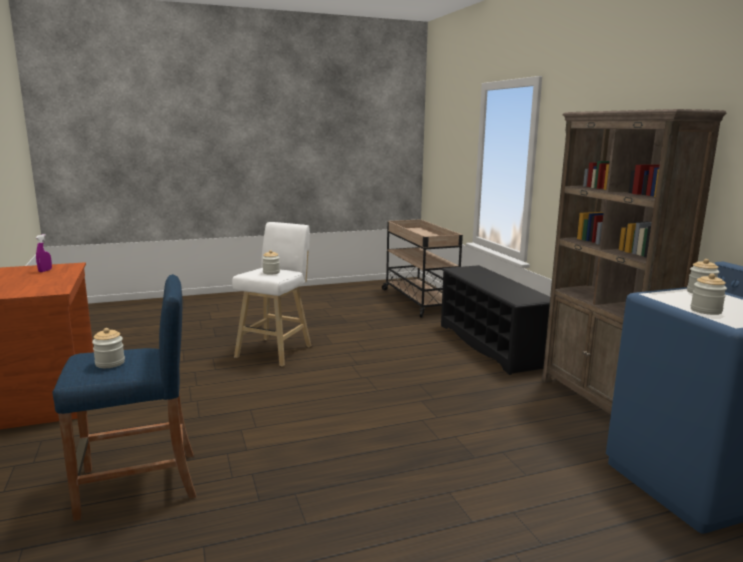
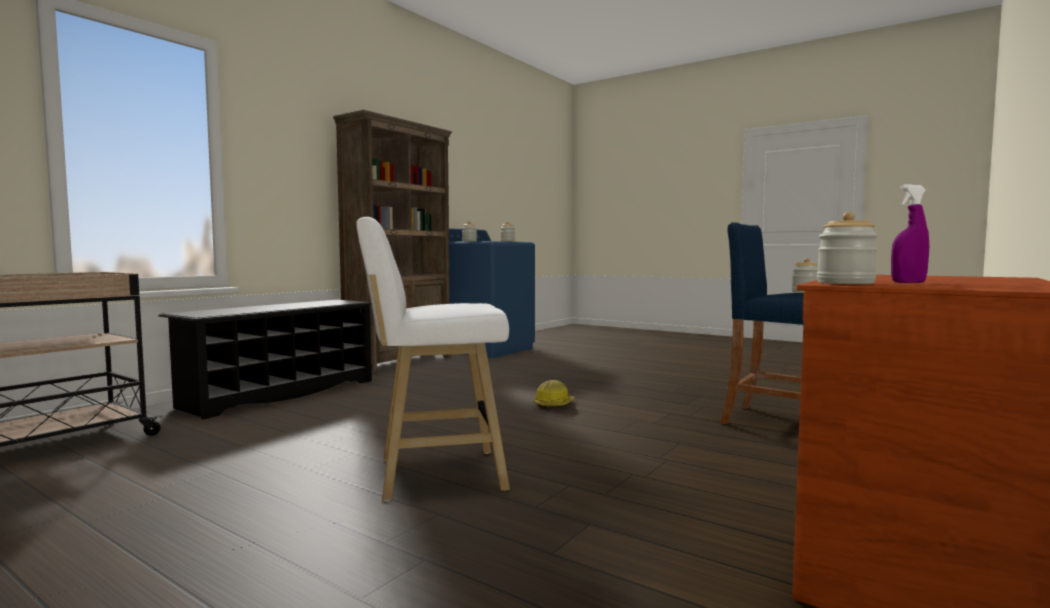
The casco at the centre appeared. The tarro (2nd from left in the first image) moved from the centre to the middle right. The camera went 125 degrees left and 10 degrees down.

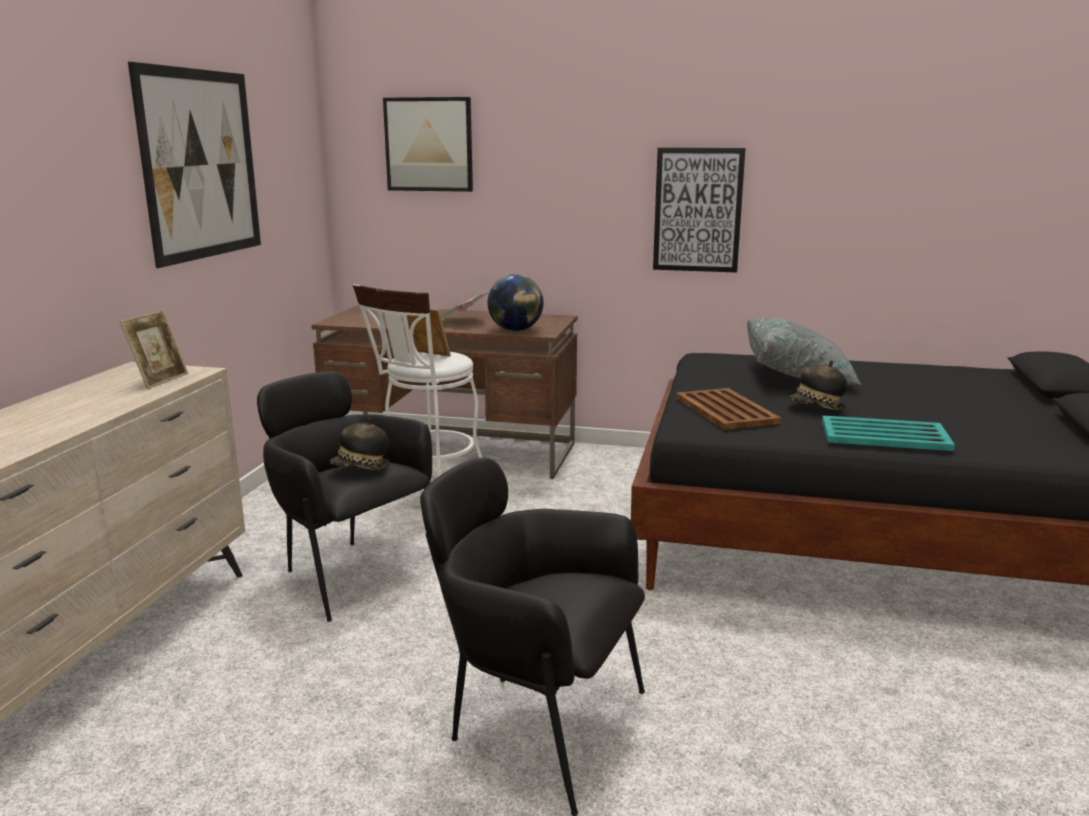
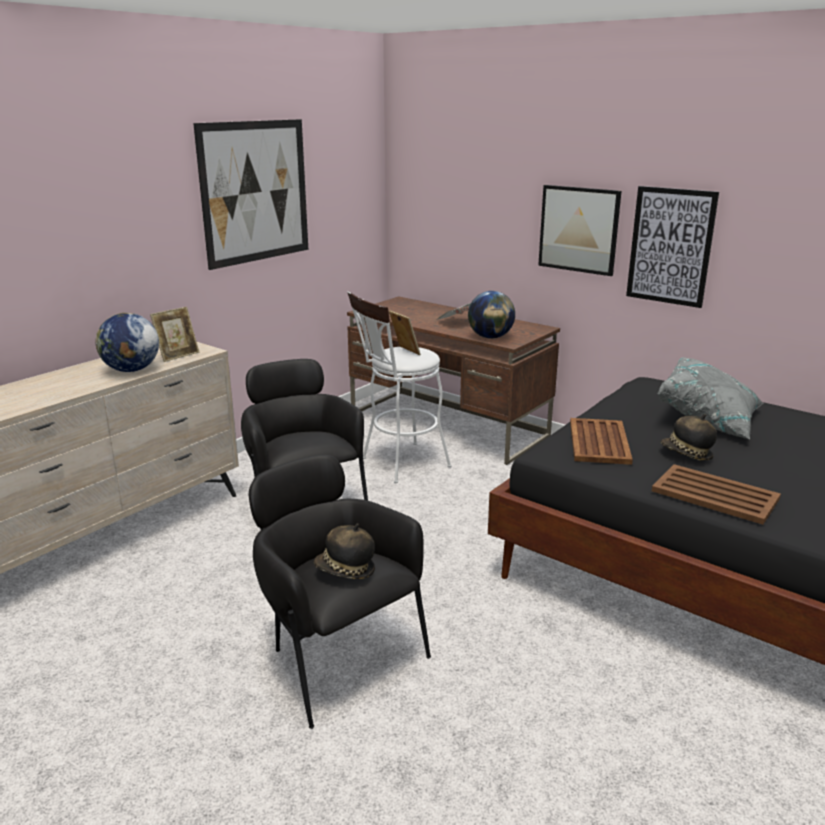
The globo terráqueo (1st from left) at the middle left appeared. The sombrero (1st from left) moved from the middle left to the bottom centre. The cuadro (2nd from left) moved from the top centre to the top right. The bandeja/turquesa at the middle right became the bandeja/marrón (2nd from left) at the middle right. The camera went 25 degrees right and 5 degrees up.

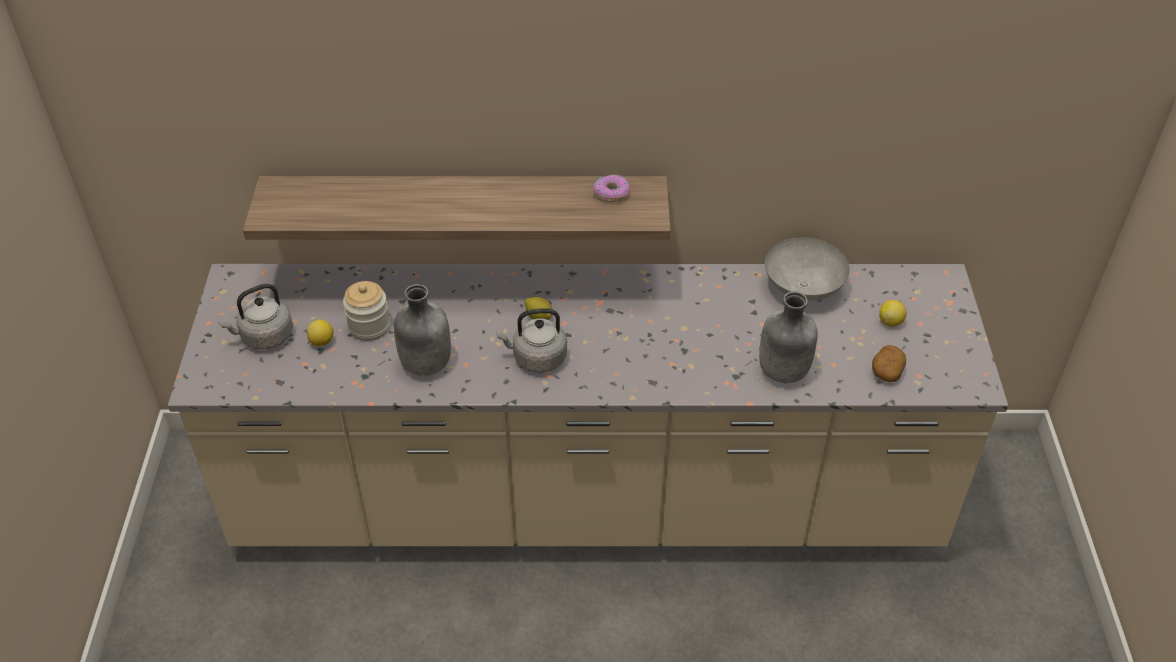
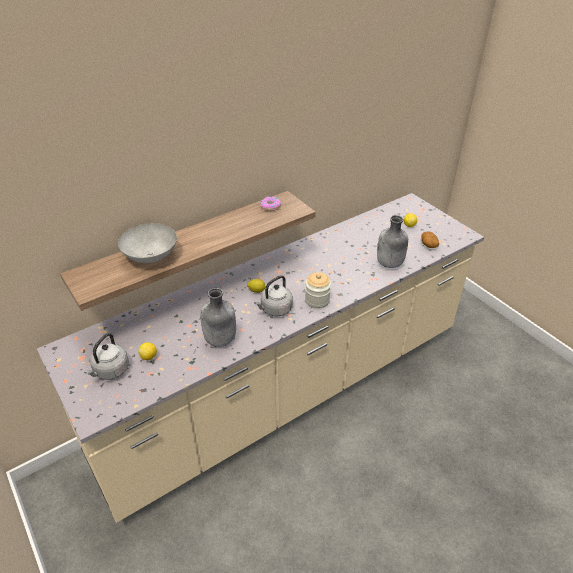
The tarro moved from the middle left to the centre. The cuenco/gris moved from the middle right to the middle left. The camera went 35 degrees left and 5 degrees down.

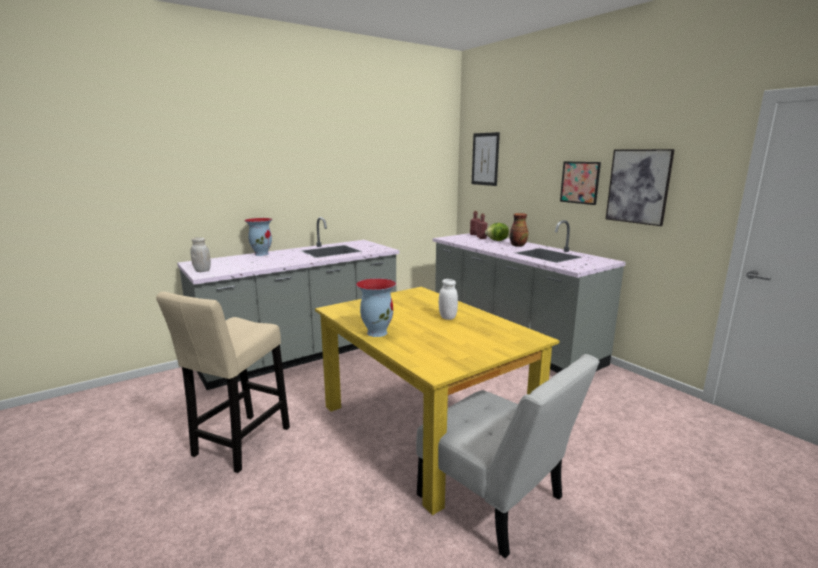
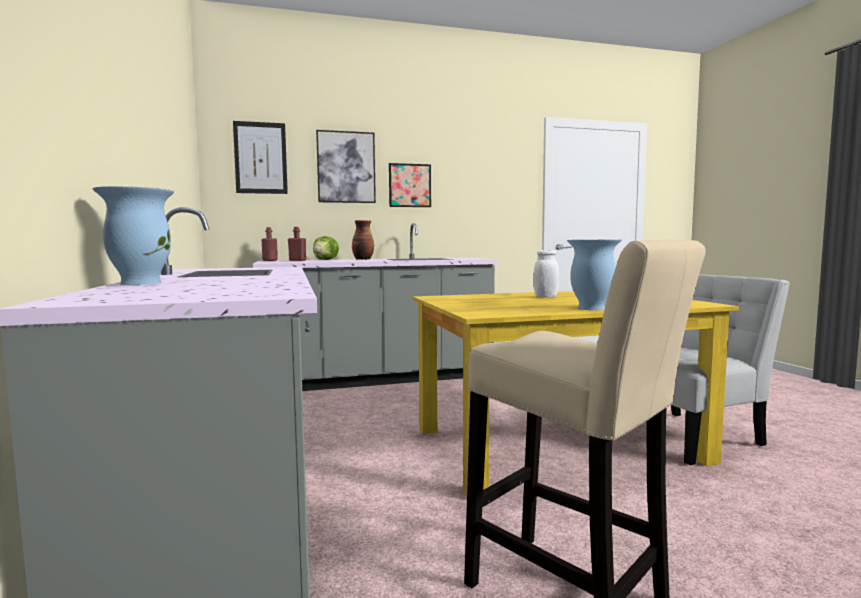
The tarro/blanco (1st from left) at the middle left disappeared. The cuadro (3rd from left in the first image) moved from the top right to the top centre. The camera went 70 degrees left and 10 degrees down.

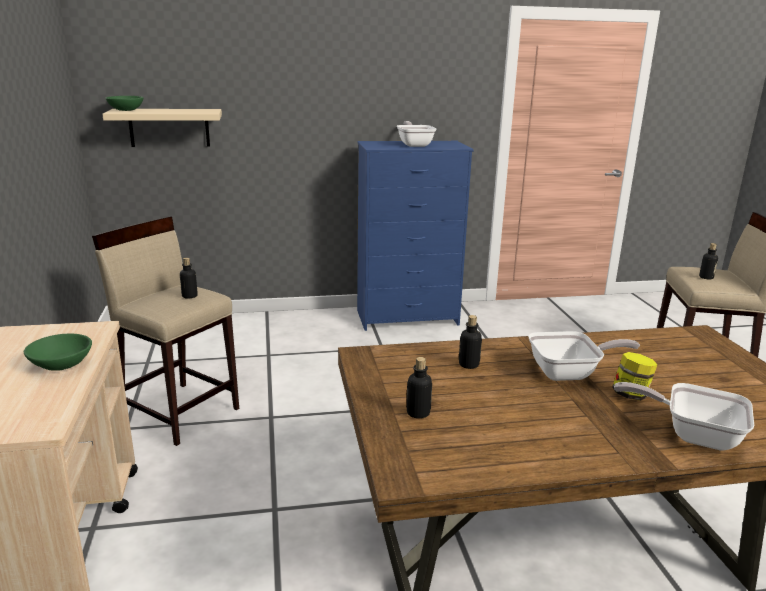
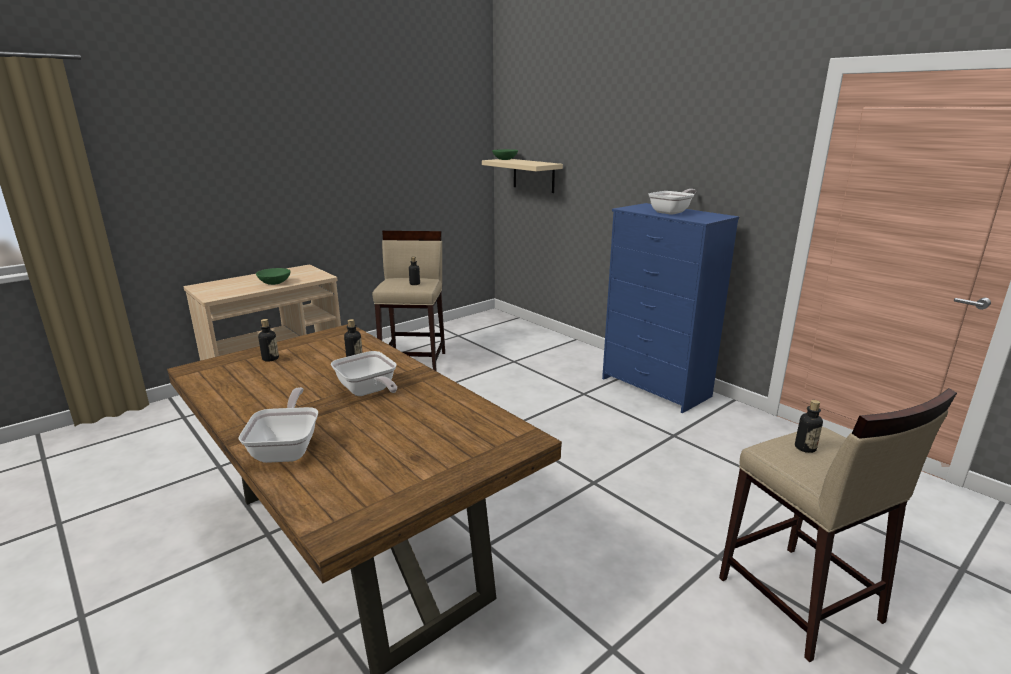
The tarro at the middle right disappeared. The camera went 60 degrees right and 0 degrees up.

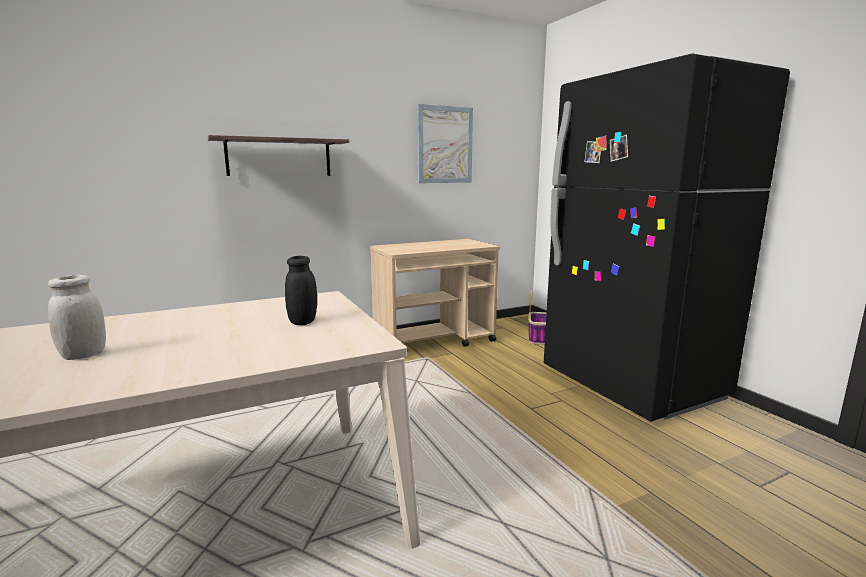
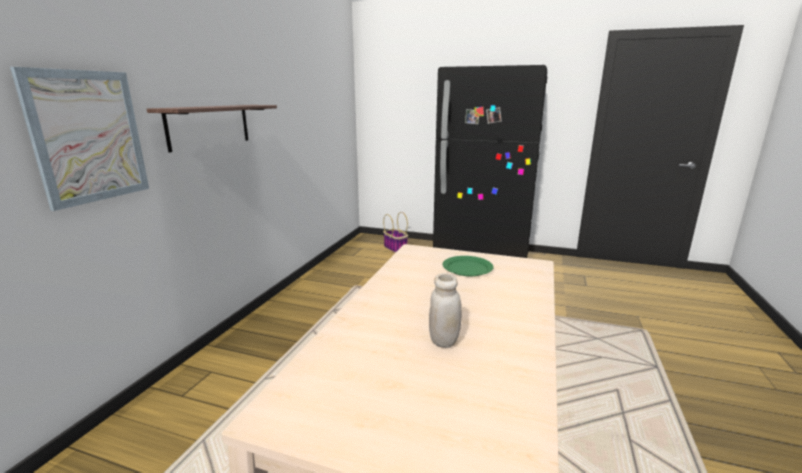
The carrito/beis at the centre disappeared. The cuadro moved from the top centre to the top left. The tarro/negro at the centre was replaced by the plato/verde at the centre. The camera went 45 degrees left and 5 degrees up.

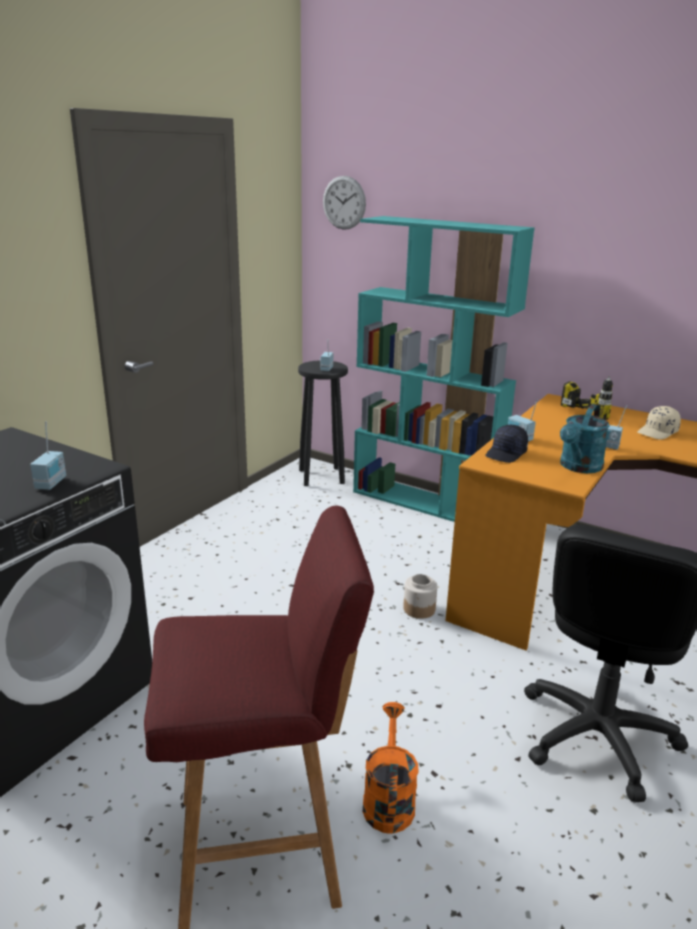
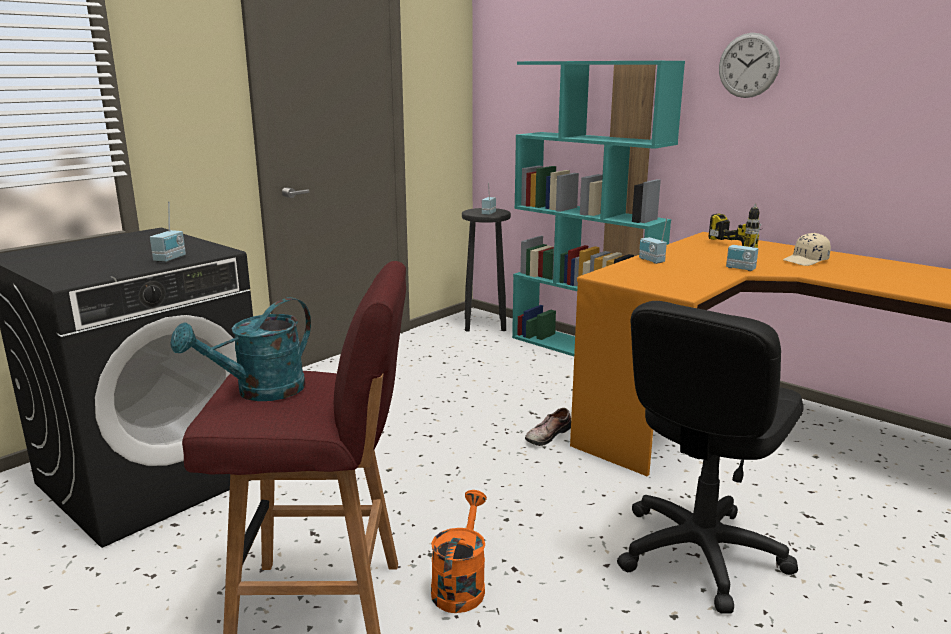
The gorra/negro at the middle right disappeared. The reloj de pared moved from the top centre to the top right. The regadera/turquesa moved from the middle right to the middle left. The tarro at the centre was replaced by the zapato at the bottom centre. The camera went 10 degrees right and 5 degrees down.

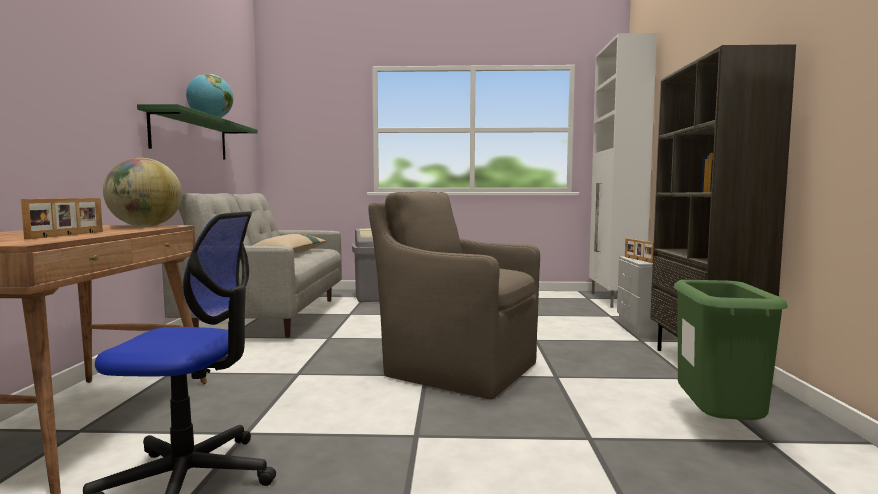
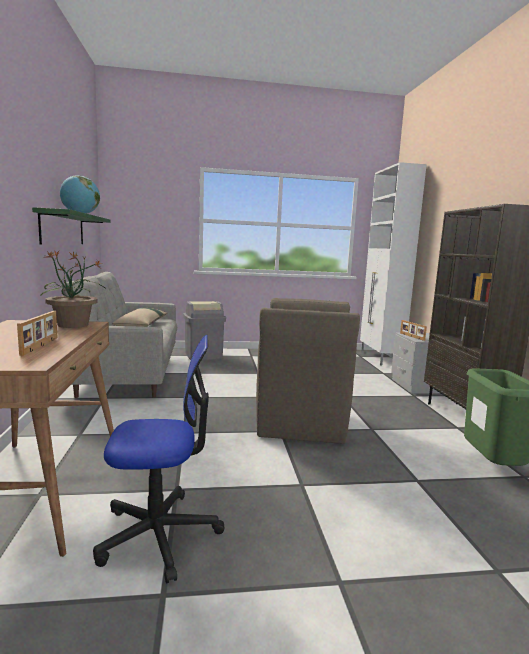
The globo terráqueo (1st from left) at the middle left was replaced by the planta en maceta at the middle left. The sillón/marrón at the centre turned 105 degrees counterclockwise. The camera went 10 degrees left and 5 degrees up.

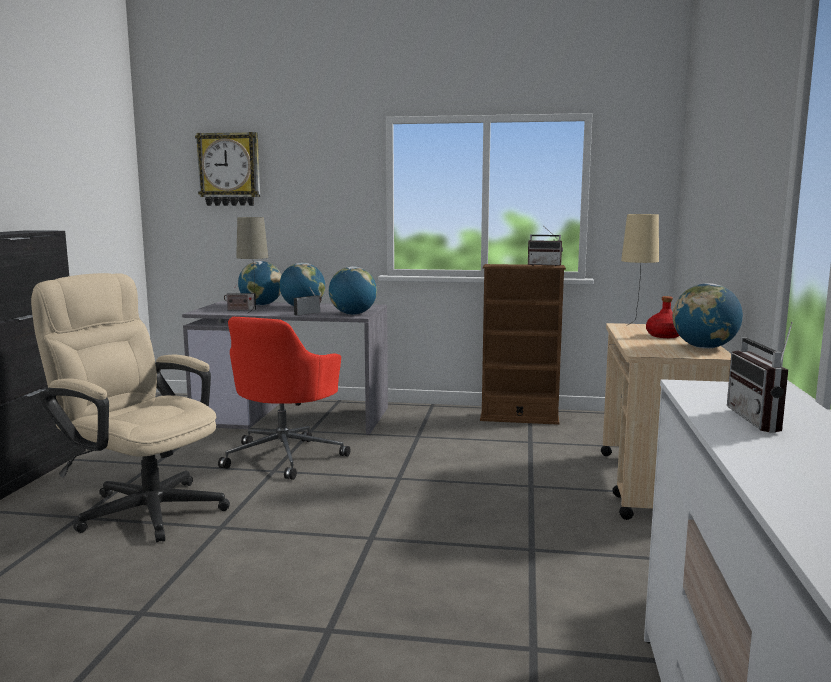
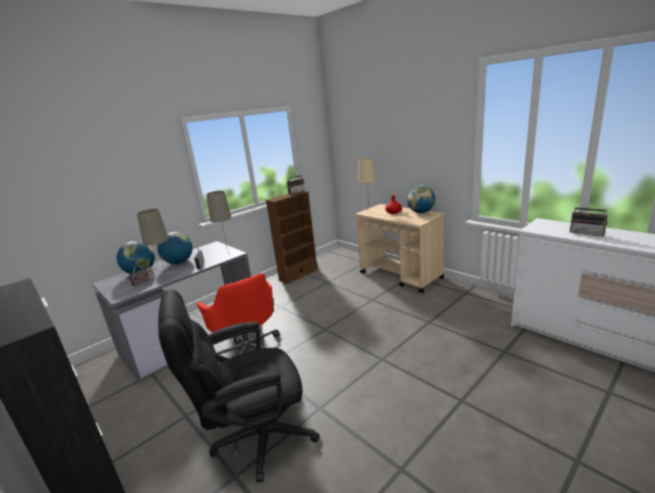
The reloj de pared at the top left disappeared. The globo terráqueo (3rd from left) at the centre was replaced by the lámpara de mesa/beis (2nd from left) at the centre. The silla de oficina/beis at the middle left became the silla de oficina/negro at the bottom centre. The camera went 50 degrees left and 10 degrees up.

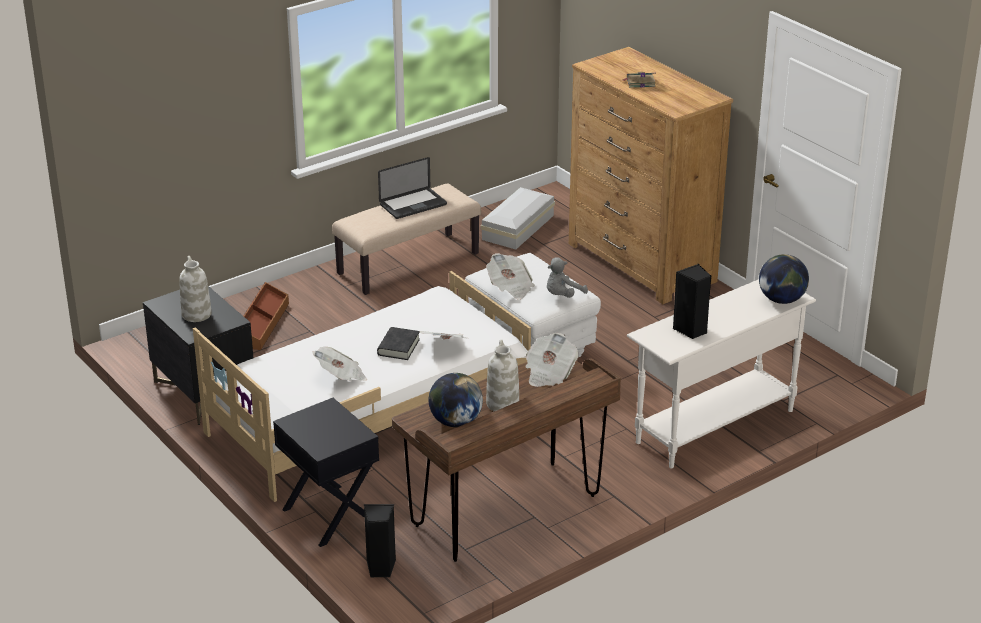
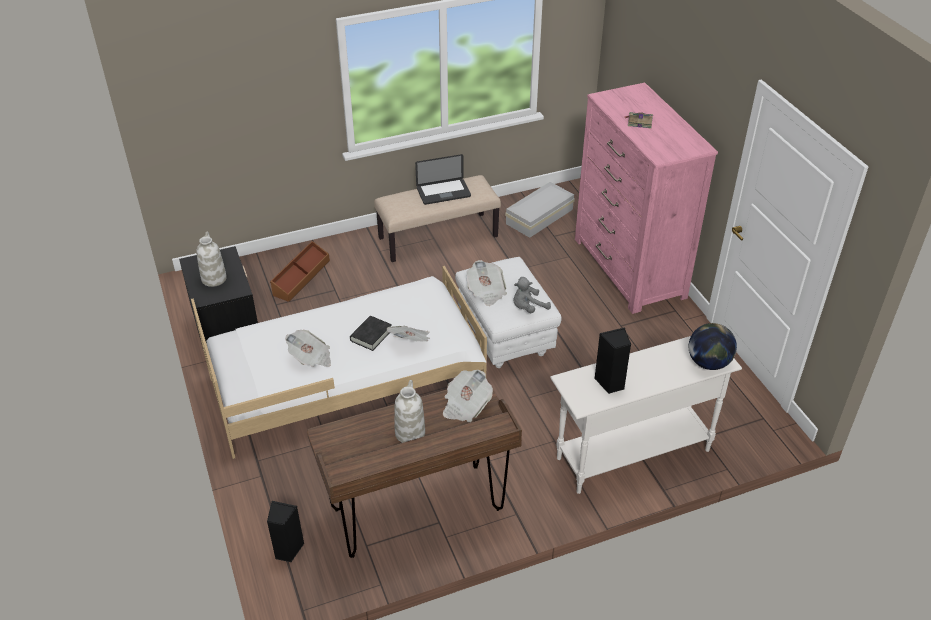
The mesita de noche/negro (2nd from left) at the bottom left disappeared. The globo terráqueo (1st from left) at the centre disappeared. The cómoda/marrón at the top centre became the cómoda/rosa at the top right. The camera went 15 degrees right and 10 degrees up.

